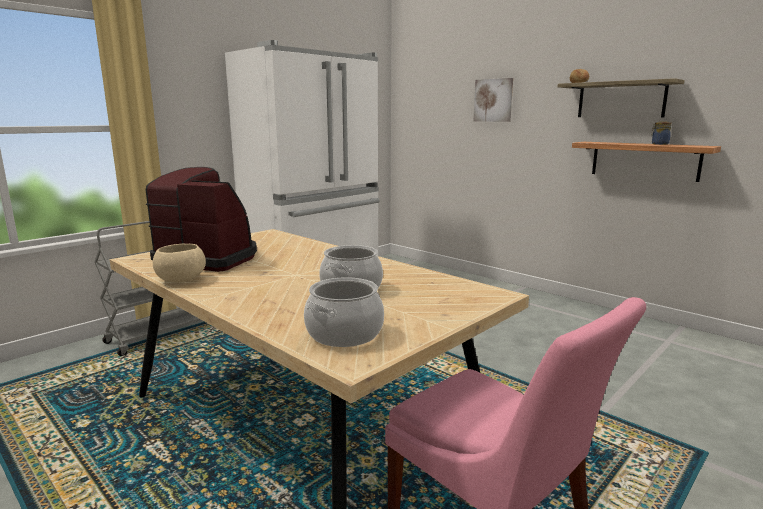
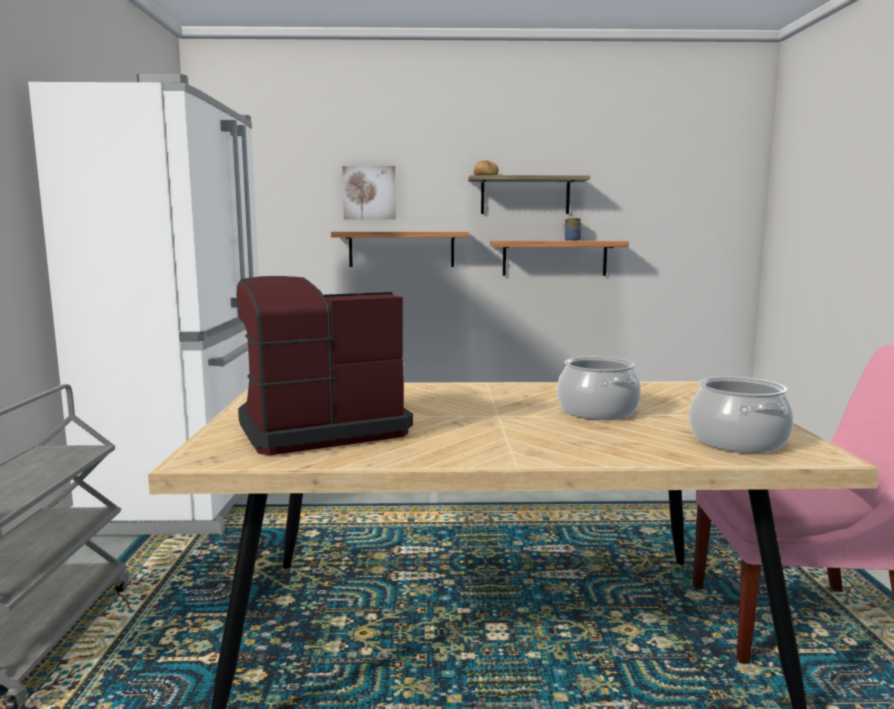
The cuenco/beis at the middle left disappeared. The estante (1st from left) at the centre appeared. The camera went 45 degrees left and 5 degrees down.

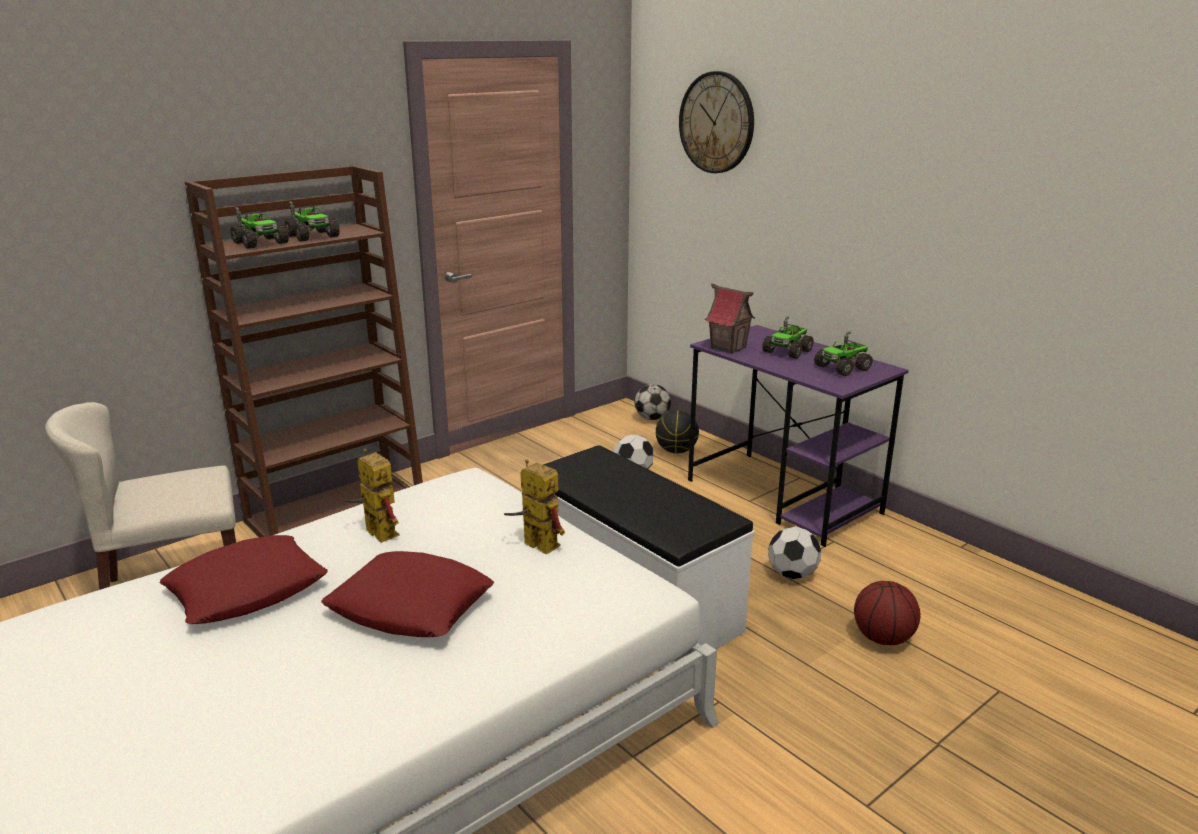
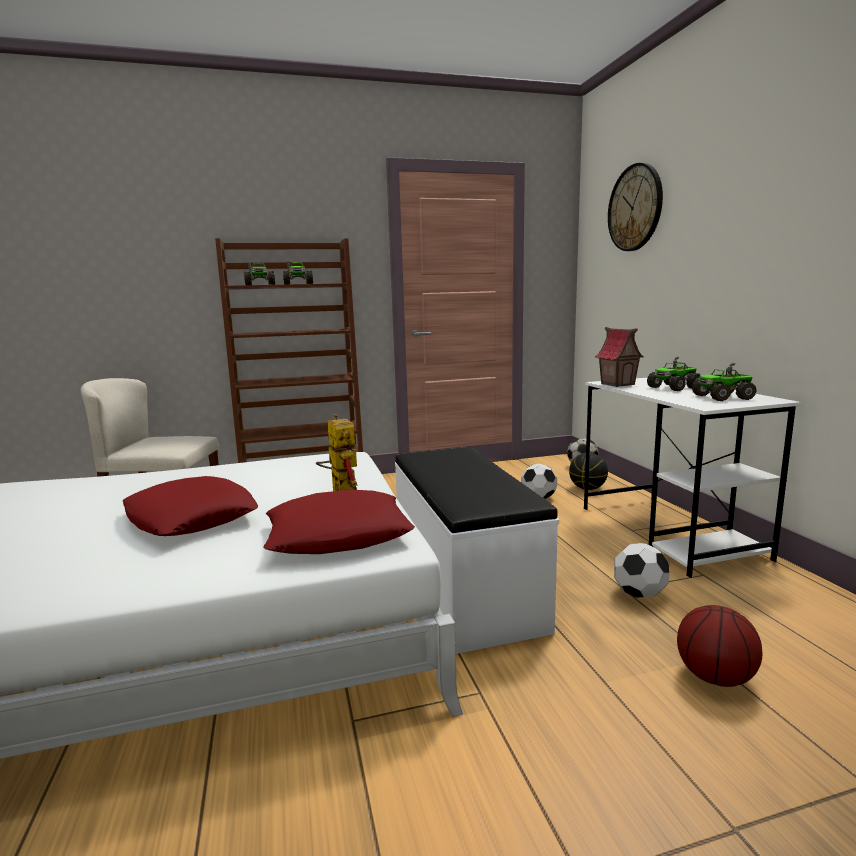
The robot de juguete (1st from left) at the middle left disappeared. The cojín/rojo (1st from left in the first image) moved from the bottom left to the centre. The escritorio/morado at the centre became the escritorio/blanco at the middle right. The camera went 25 degrees right and 10 degrees down.

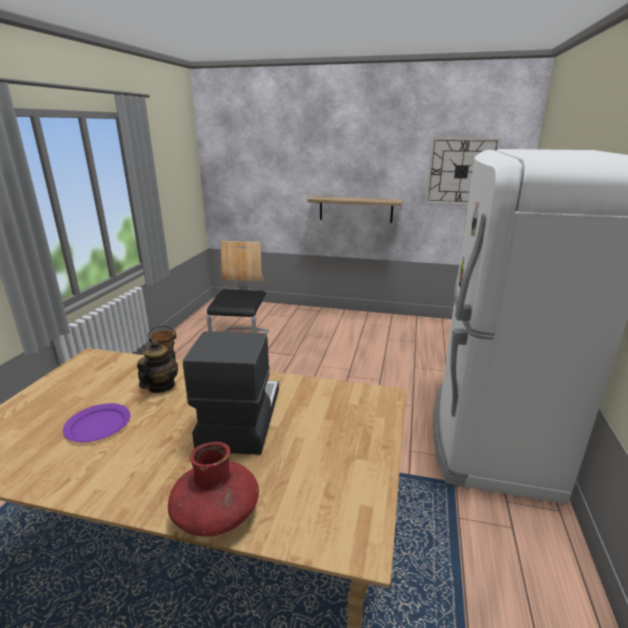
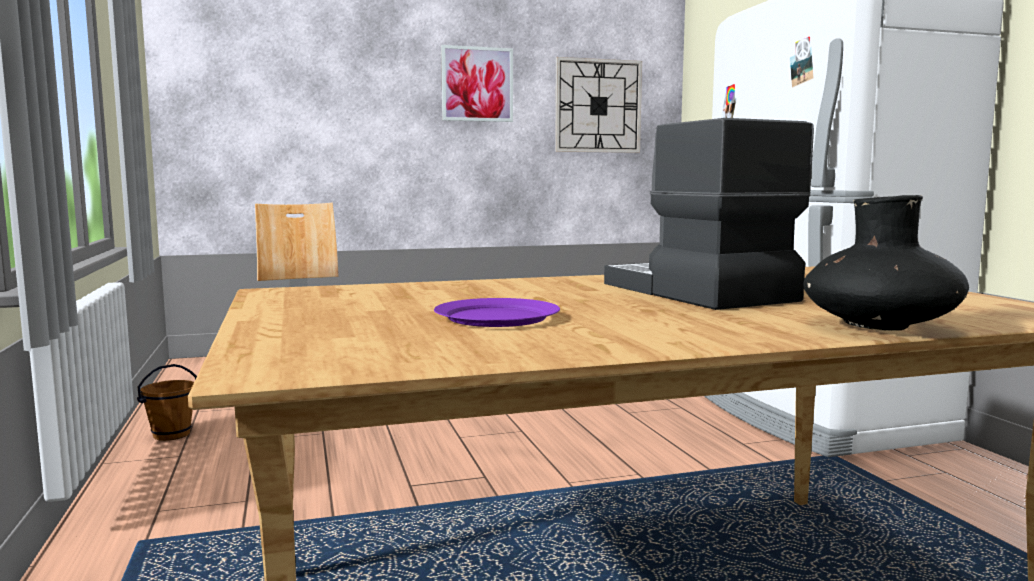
The tetera at the middle left disappeared. The estante at the top centre disappeared. The cuadro at the top centre appeared. The florero/rojo at the bottom centre became the florero/negro at the middle right. The camera went 30 degrees left and 15 degrees down.

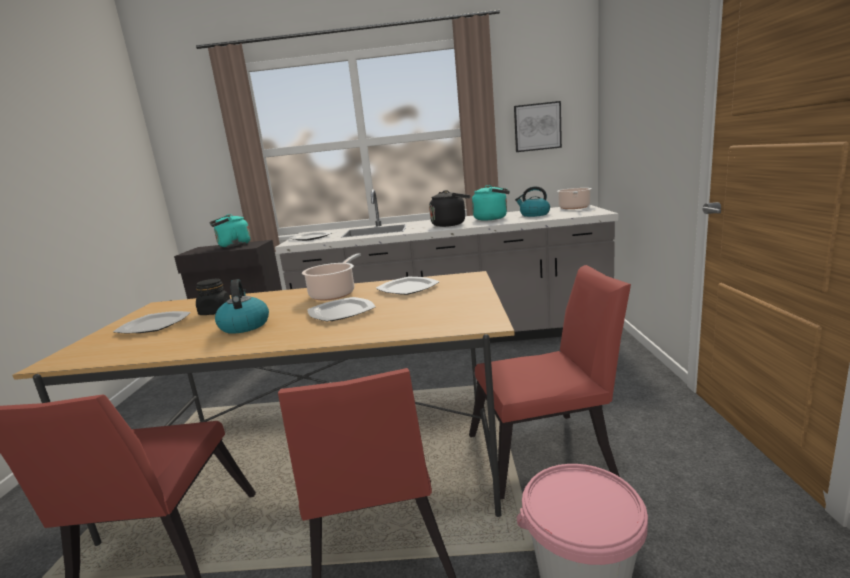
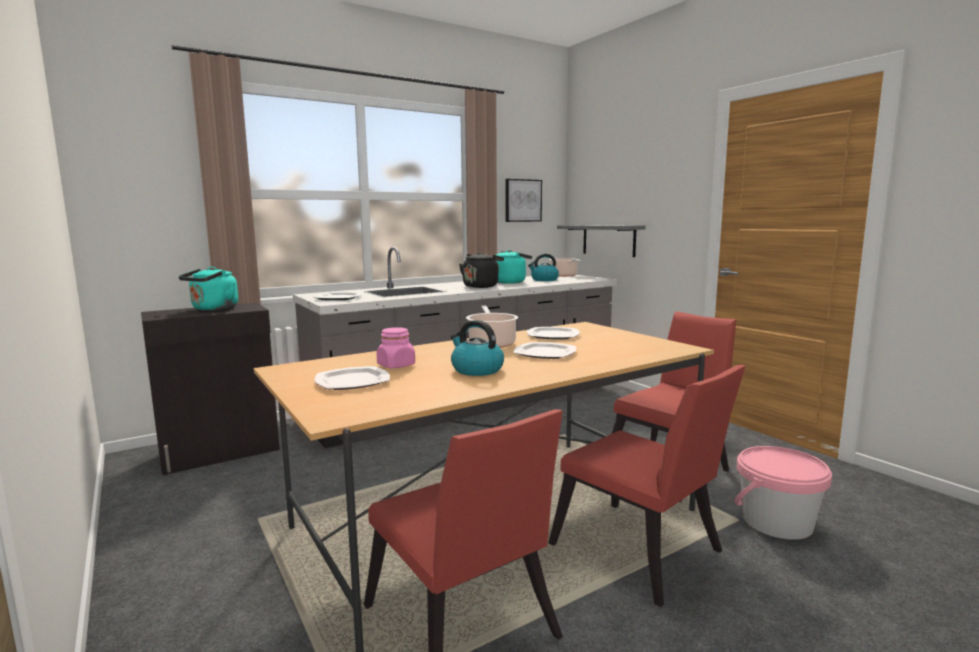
The estante/gris at the centre appeared. The tarro/negro at the middle left became the tarro/rosa at the centre. The camera went 35 degrees left and 5 degrees down.

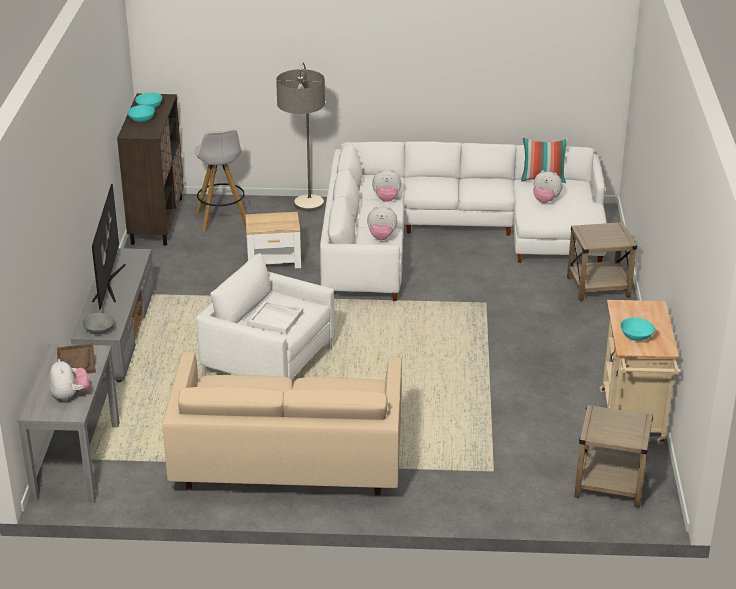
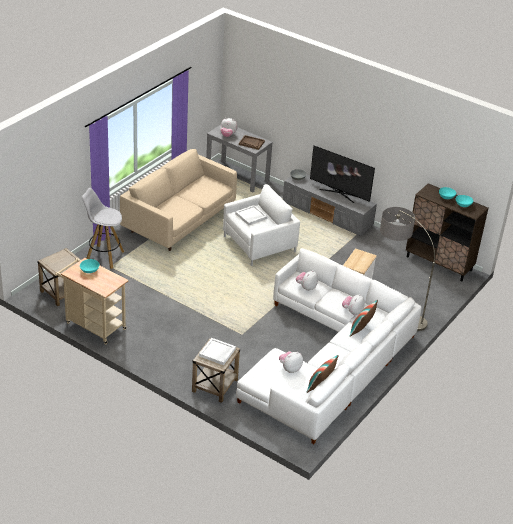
The bandeja/blanco (1st from left) at the bottom centre appeared. The cojín (2nd from left) at the middle right appeared. The taburete/blanco moved from the top left to the middle left. The camera went 120 degrees right and 5 degrees up.

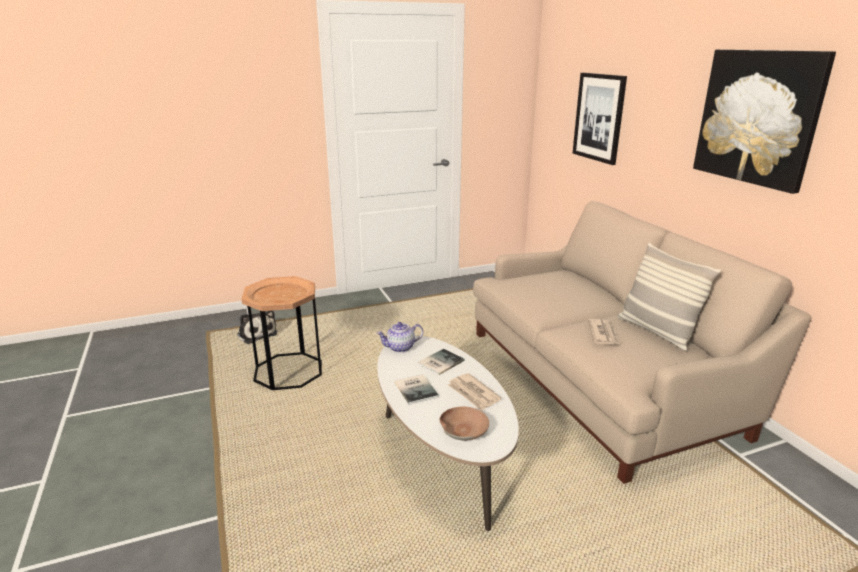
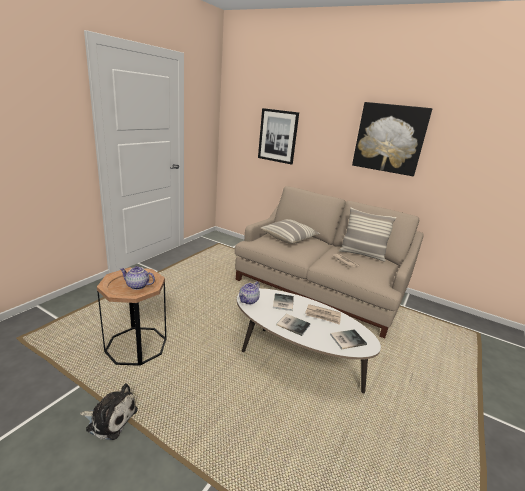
The tetera (1st from left) at the middle left appeared. The cojín (1st from left) at the centre appeared. The peluche moved from the middle left to the bottom left. The cuenco/marrón at the bottom centre was replaced by the libro (3rd from left) at the bottom centre. The camera went 40 degrees left and 0 degrees up.

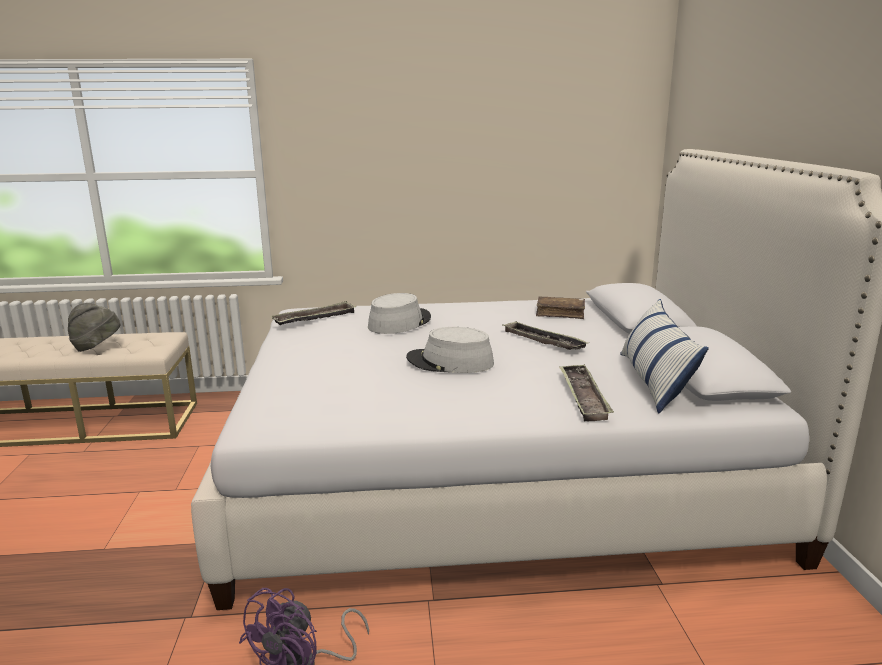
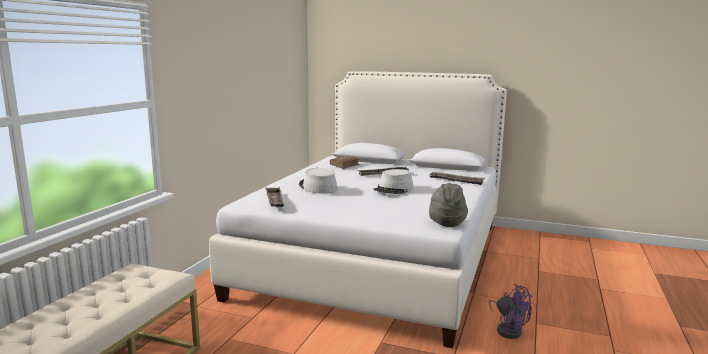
The cojín at the middle right disappeared. The sombrero/gris (1st from left in the first image) moved from the middle left to the centre. The camera went 65 degrees left and 5 degrees down.

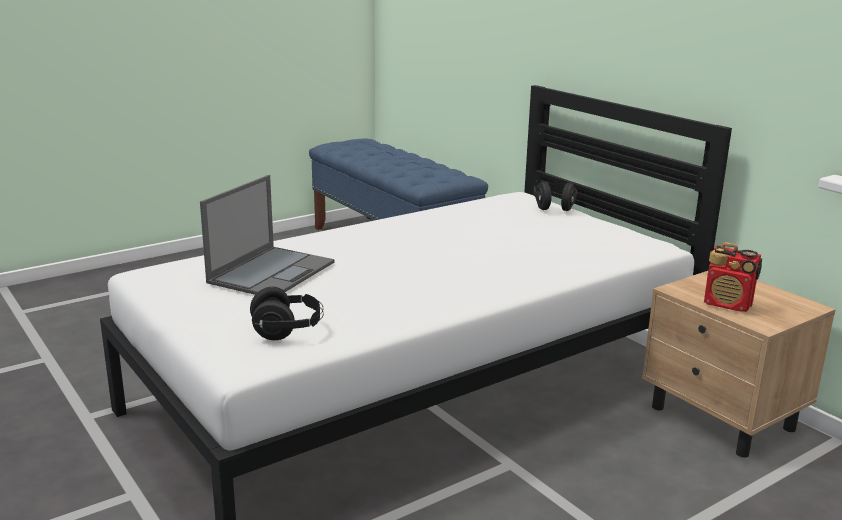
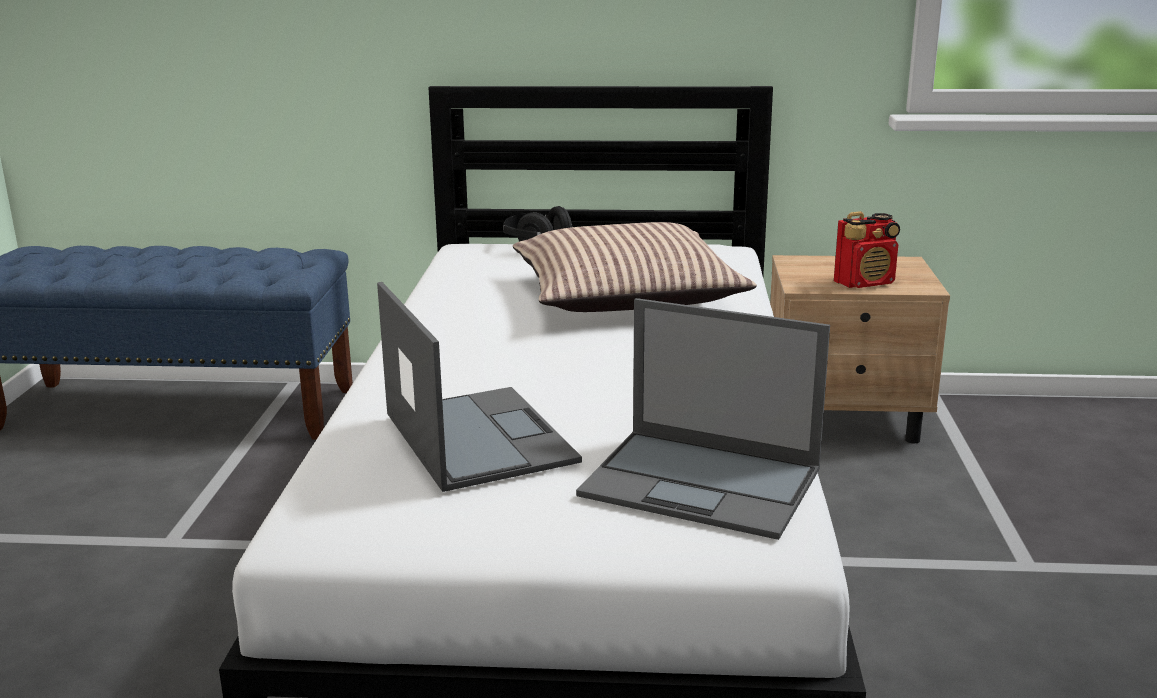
The cojín at the centre appeared. The auriculares/negro (1st from left) at the centre was replaced by the portátil (2nd from left) at the centre. The camera went 50 degrees left and 0 degrees up.

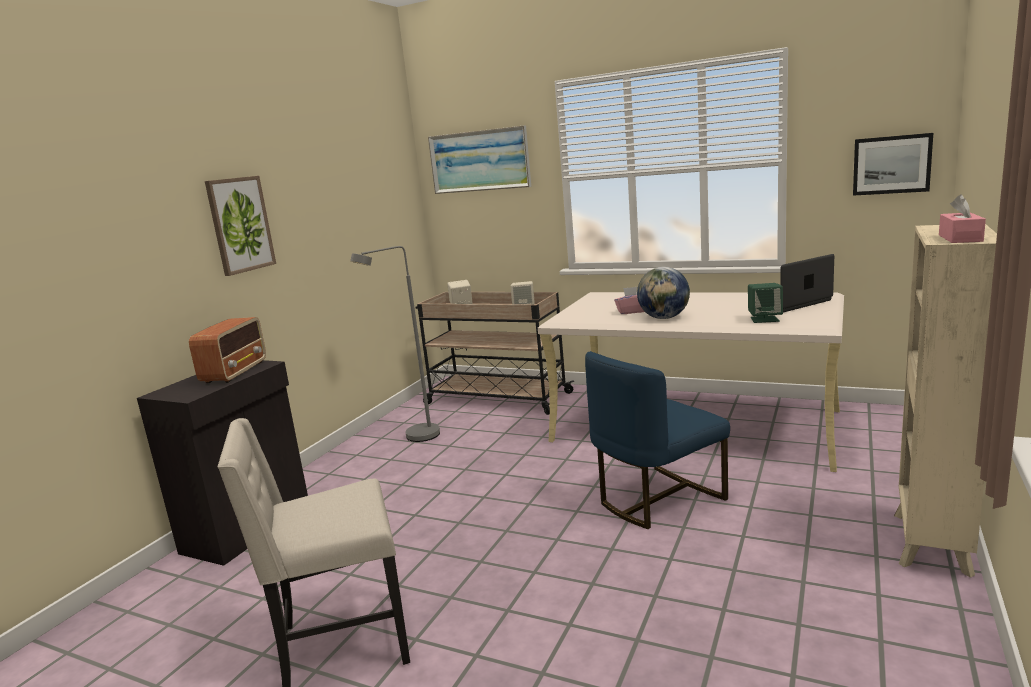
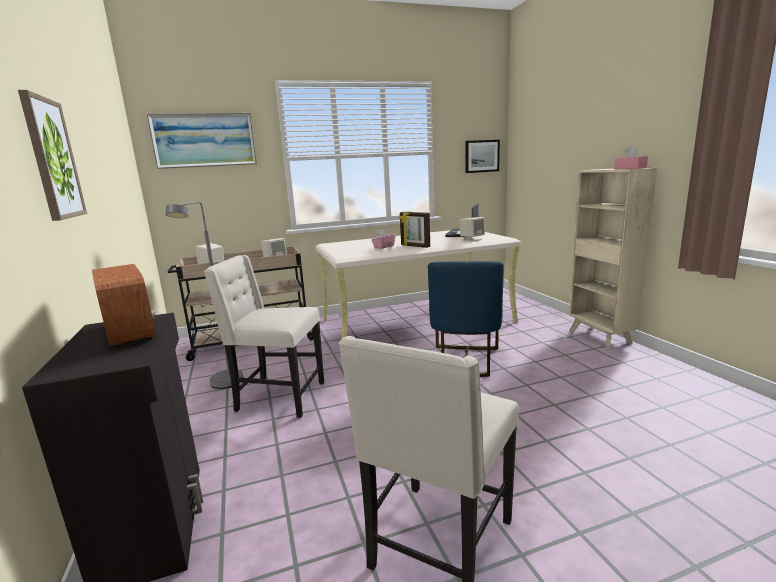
The silla/beis (1st from left) at the centre appeared. The globo terráqueo at the centre was replaced by the portarretratos at the centre. The altavoz/verde at the middle right became the altavoz/beis (3rd from left) at the centre. The camera went 45 degrees left and 0 degrees up.

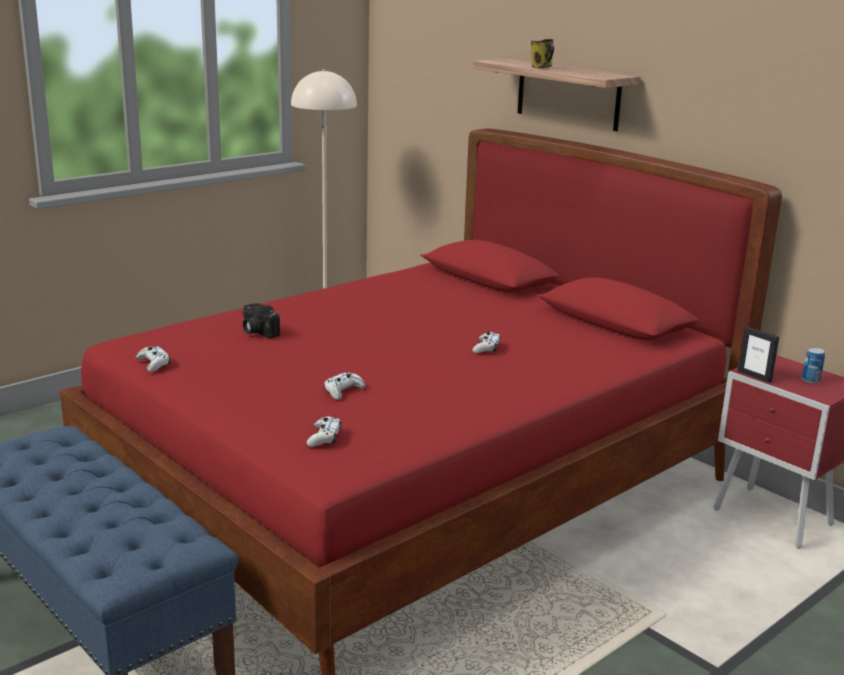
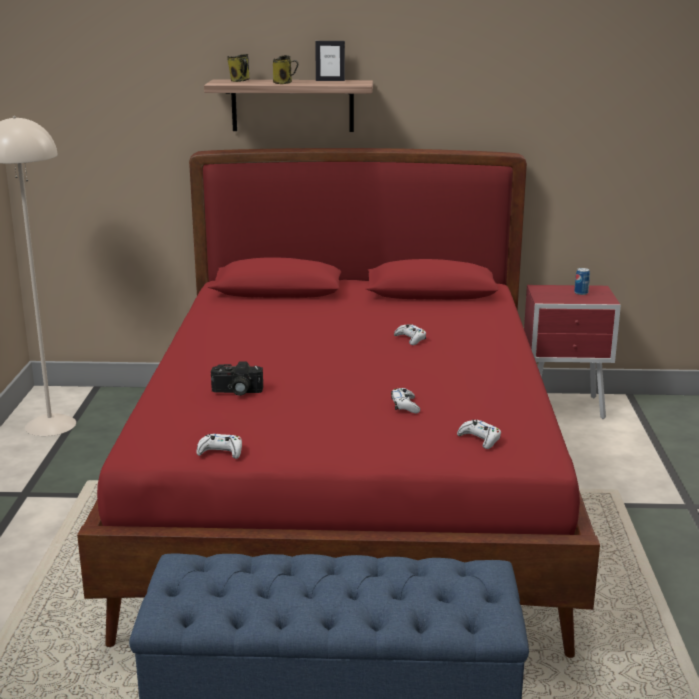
The taza grande (1st from left) at the top centre appeared. The portarretratos moved from the middle right to the top centre. The camera went 45 degrees left and 0 degrees up.

